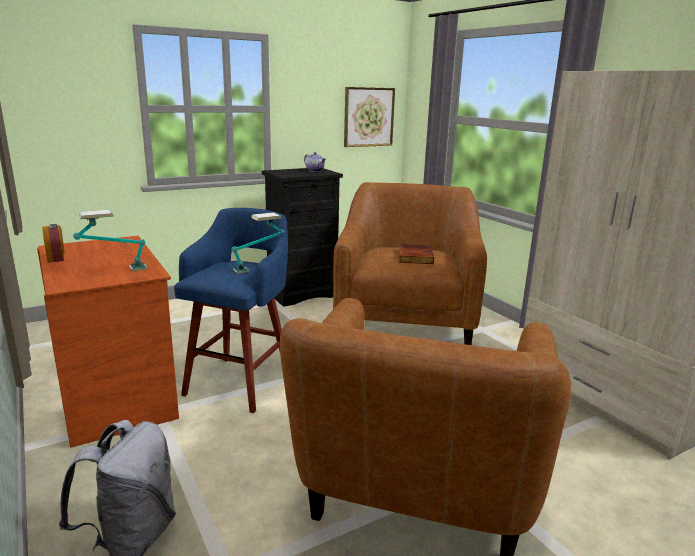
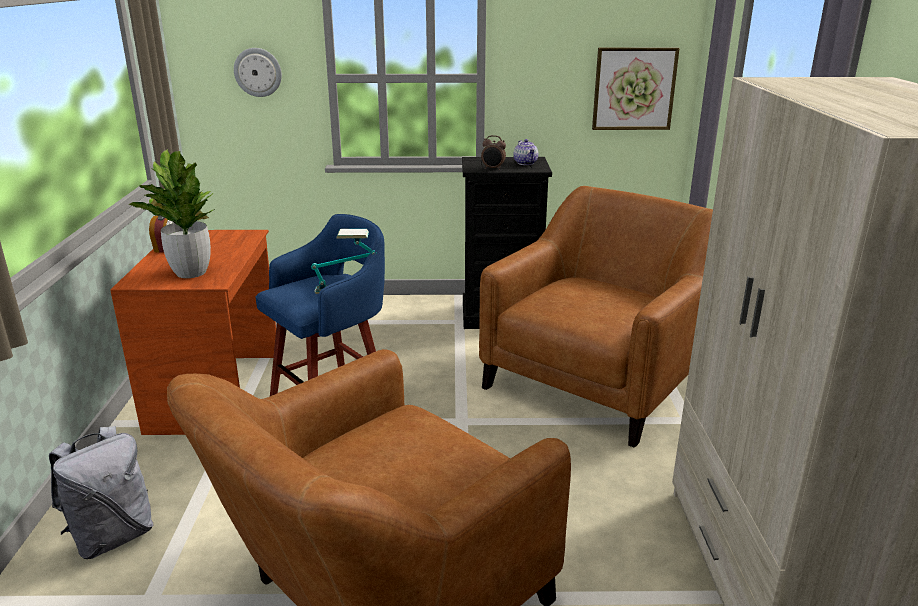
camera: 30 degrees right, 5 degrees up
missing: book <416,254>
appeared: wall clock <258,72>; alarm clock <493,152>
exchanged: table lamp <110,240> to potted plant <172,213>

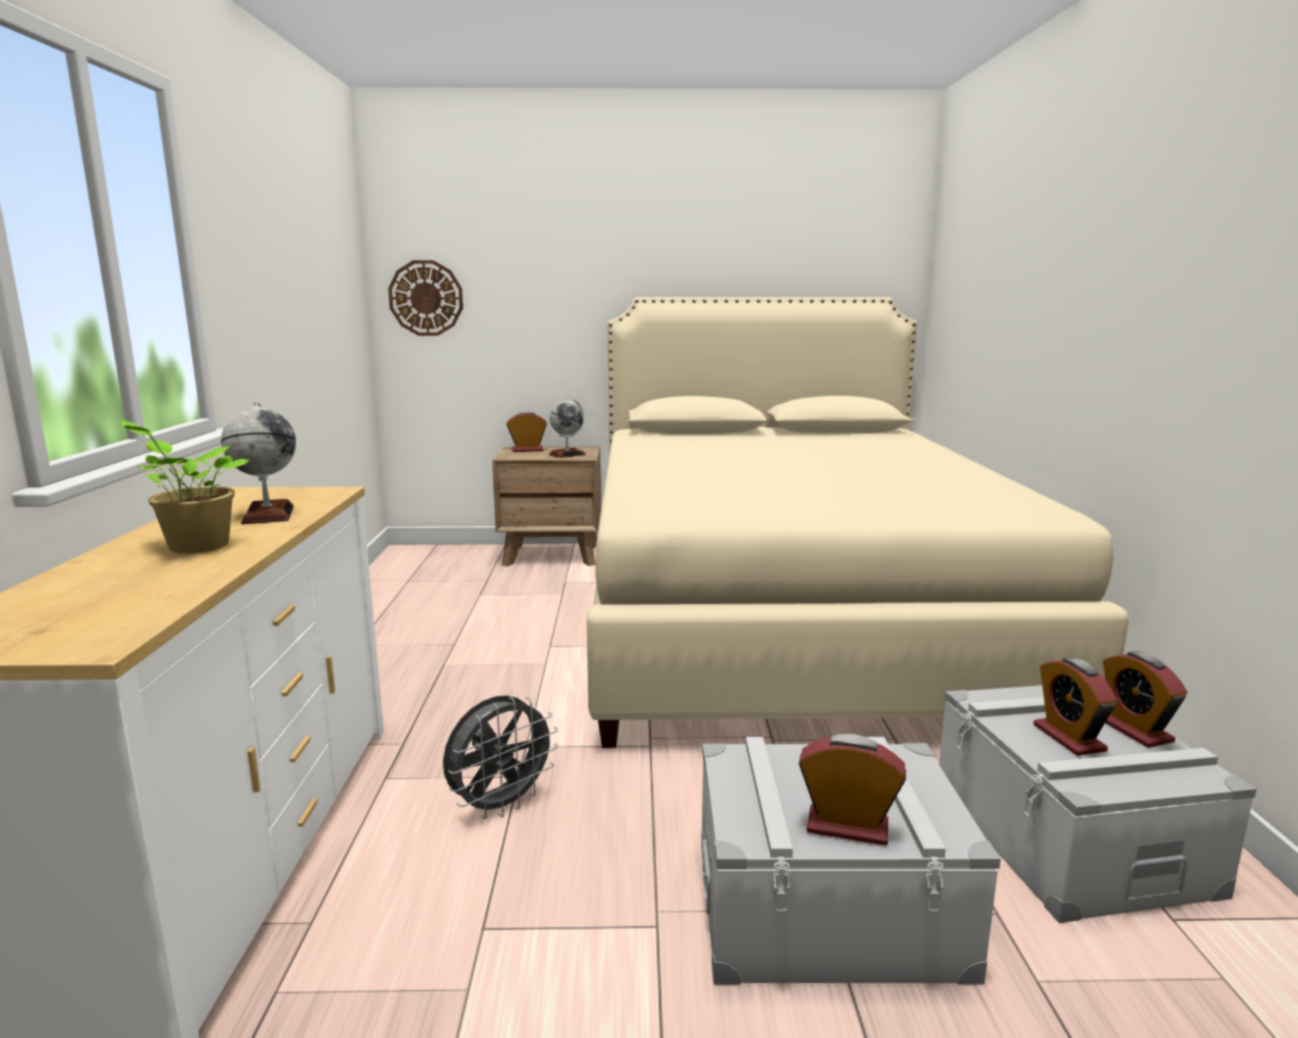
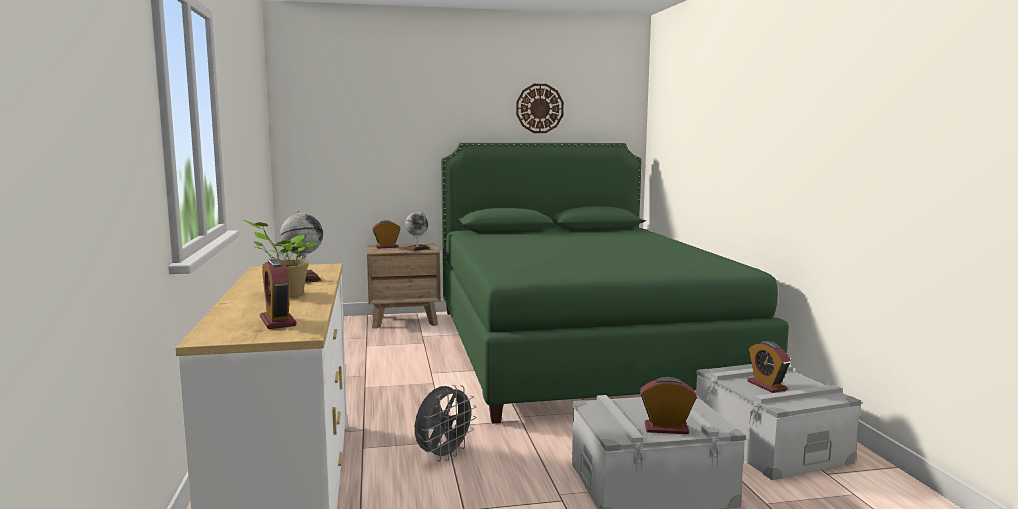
camera: 10 degrees left, 5 degrees down
relocated: wall clock <425,298> to <540,108>; alarm clock <1145,699> to <278,294>
colour: beige bed <858,522> to green bed <615,283>

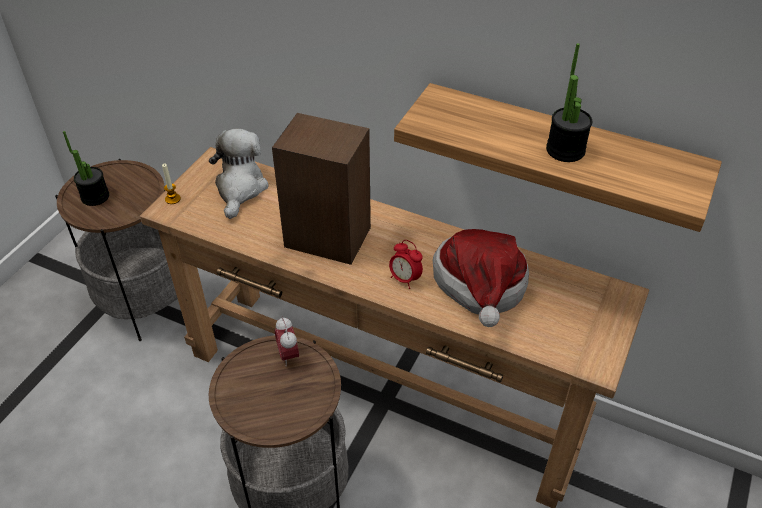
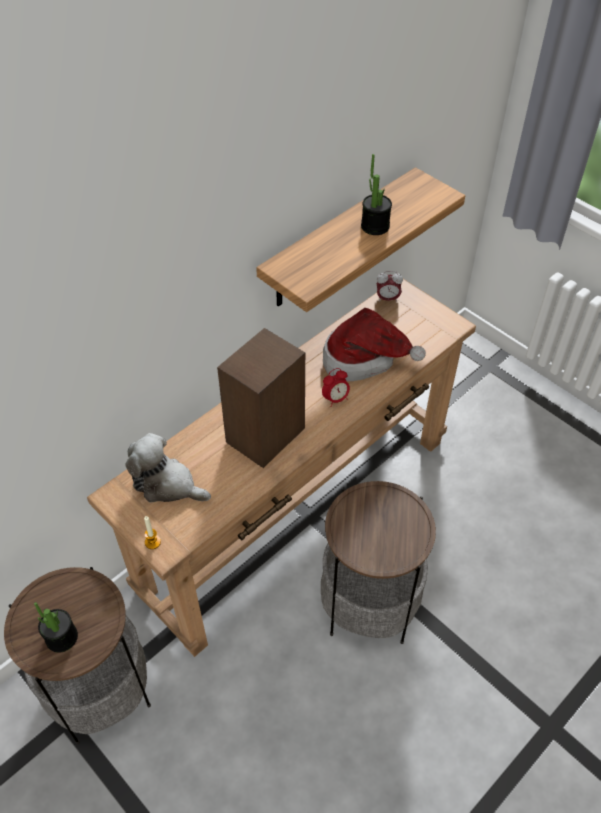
camera: 70 degrees left, 5 degrees up
relocated: alarm clock <287,342> to <390,286>

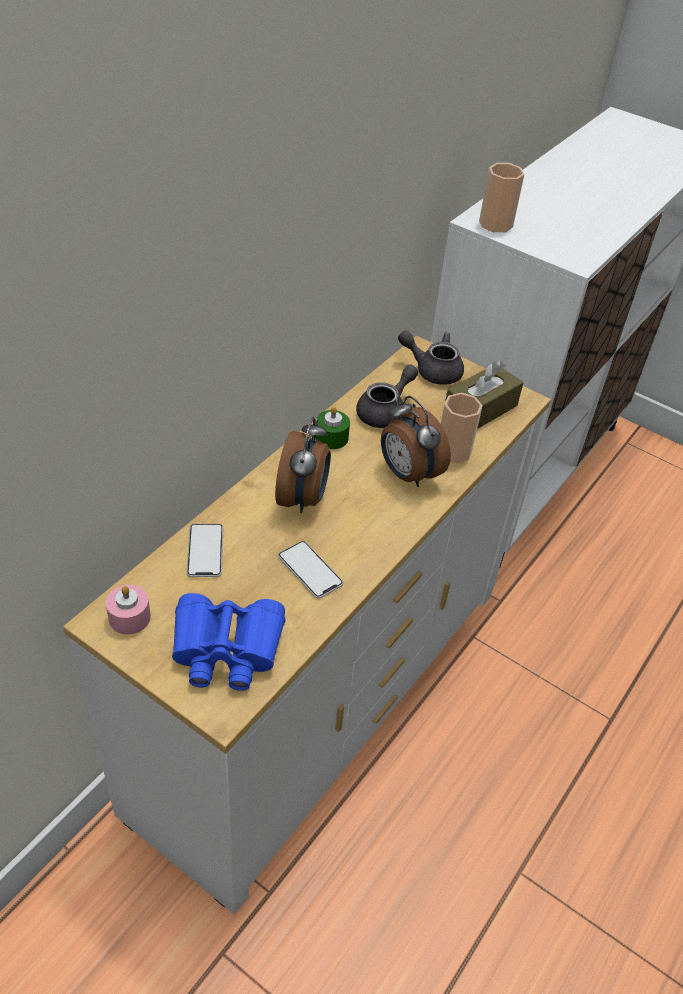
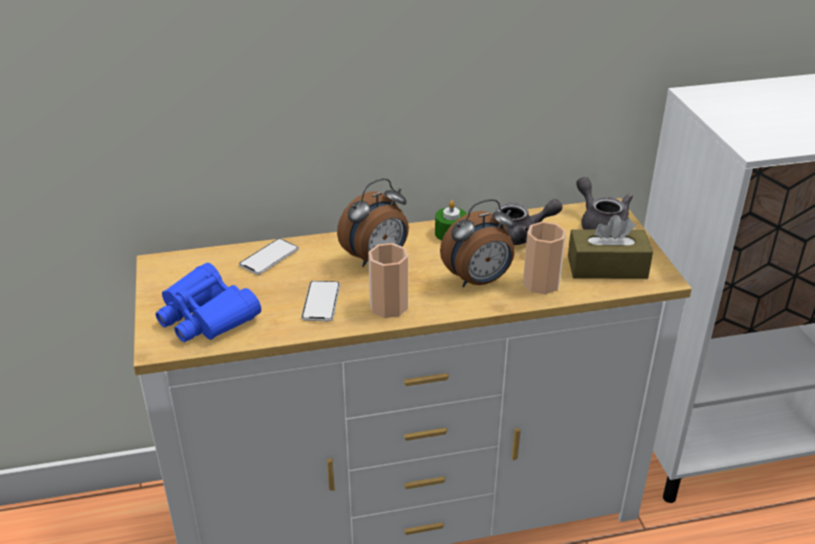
camera: 45 degrees right, 10 degrees down
missing: pink candle <128,610>
relocated: cup <501,197> to <388,280>
spun: alarm clock <416,441> = <477,243> 120 degrees counterclockwise

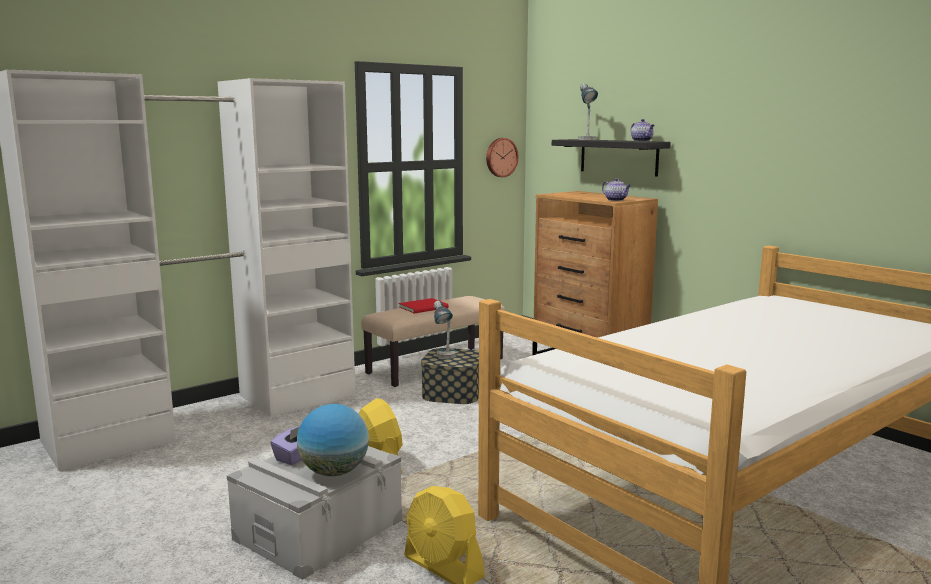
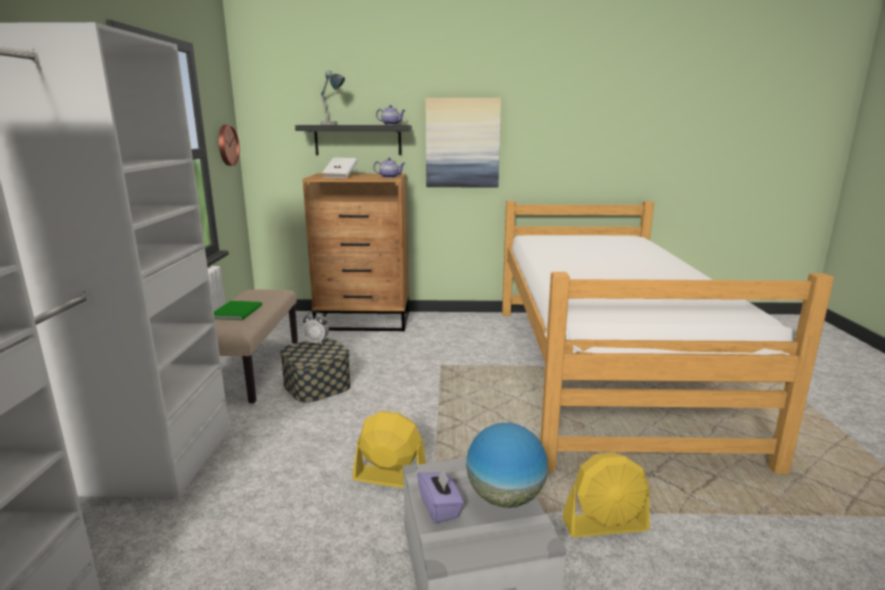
camera: 50 degrees left, 5 degrees up
missing: table lamp <445,330>
appeared: alarm clock <316,327>; white book <339,167>; picture <463,142>
colour: red book <424,305> to green book <238,310>

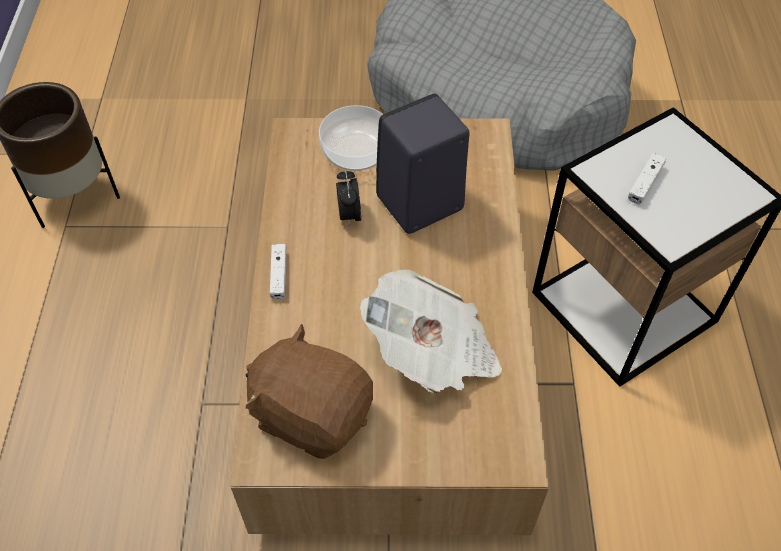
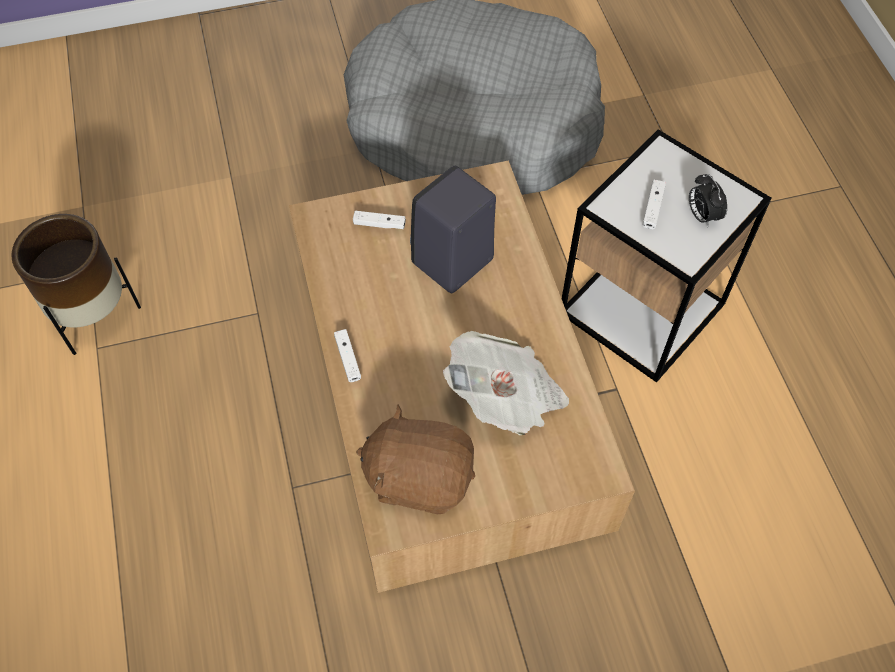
camera: 15 degrees left, 5 degrees up
relocated: alarm clock <348,198> to <708,200>
exchanged: bowl <351,138> to white game controller <379,220>

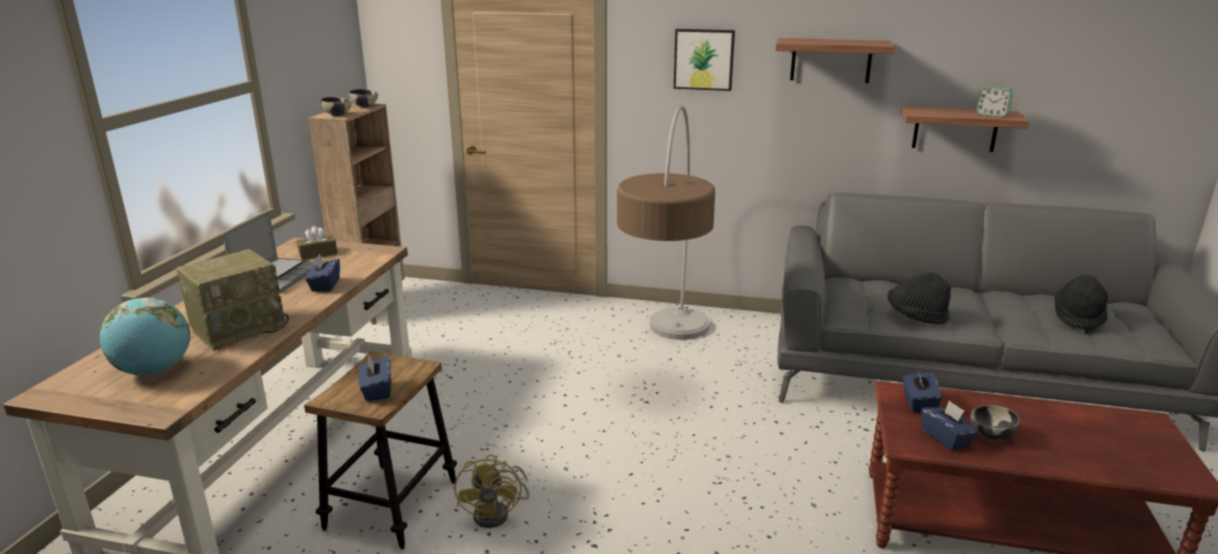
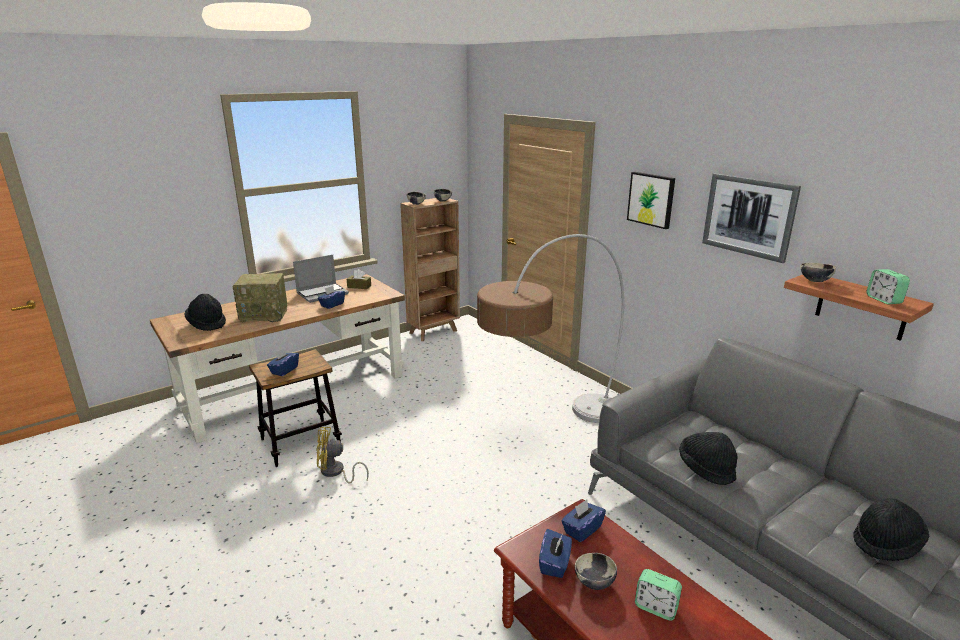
camera: 40 degrees right, 0 degrees up
appeared: alarm clock <658,595>; bowl <818,272>
exchanged: globe <145,337> to black hat <205,312>; shelf <835,60> to picture <751,218>
spun: yellow fan <491,491> = <342,455> 45 degrees clockwise

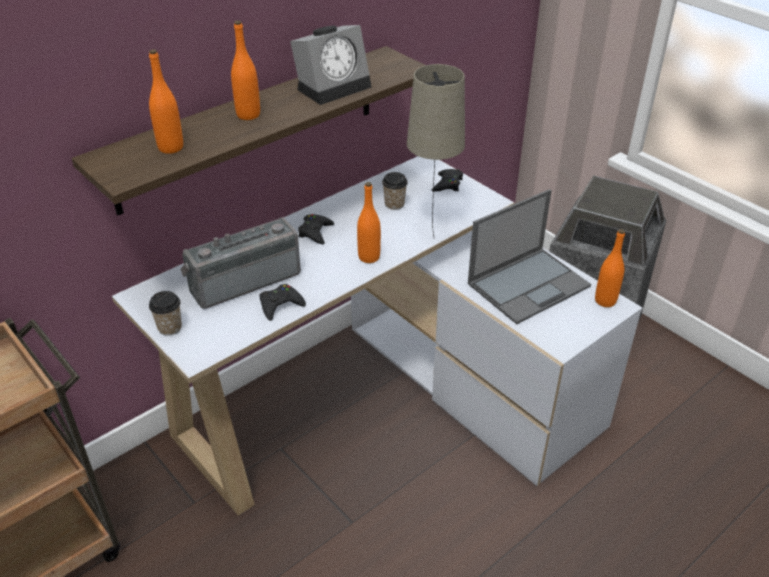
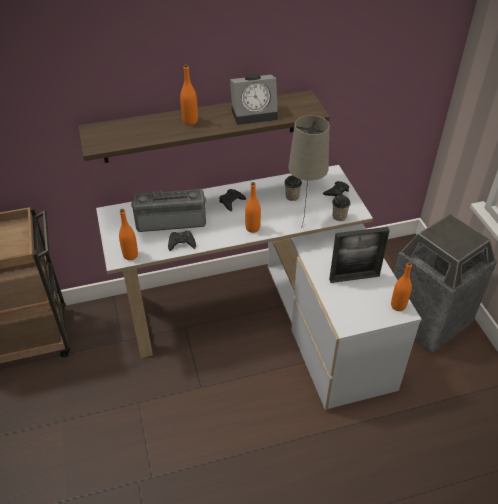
camera: 25 degrees right, 5 degrees up
relocated: orange bottle <166,101> to <128,234>; cup <165,313> to <341,208>
exchanged: laptop <529,256> to picture frame <359,255>

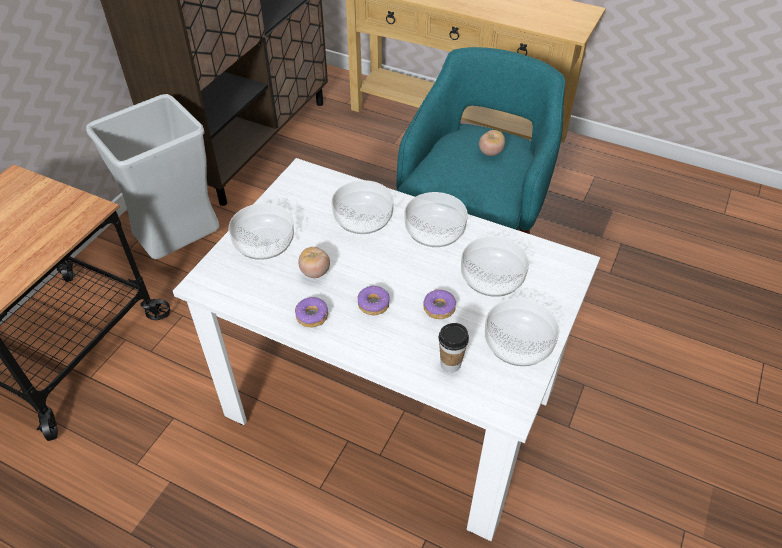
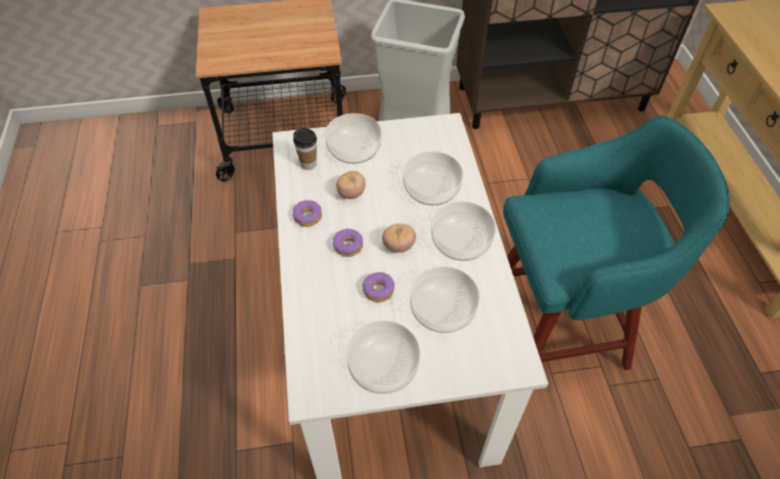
camera: 55 degrees right, 5 degrees up
relocated: cup <453,347> to <305,149>; tomato <492,143> to <399,238>

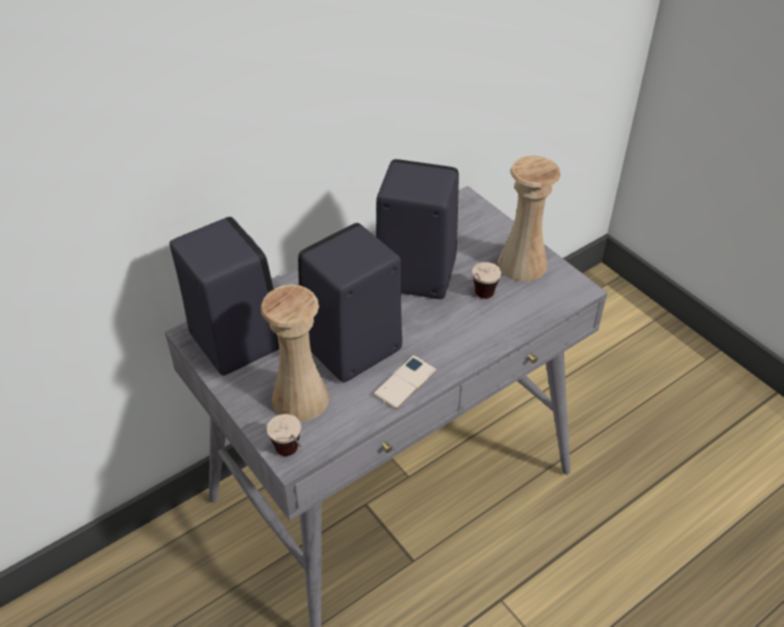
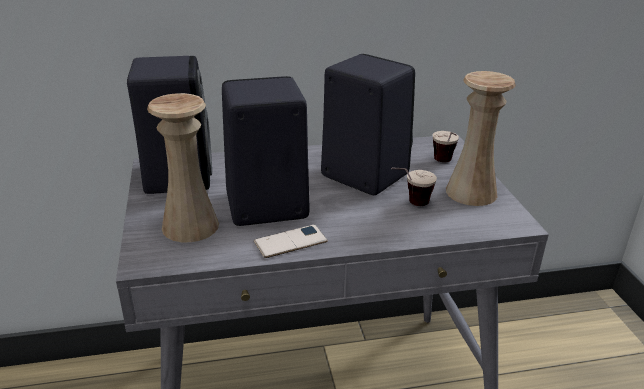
camera: 25 degrees right, 15 degrees down
relocated: cup <284,435> to <446,146>

